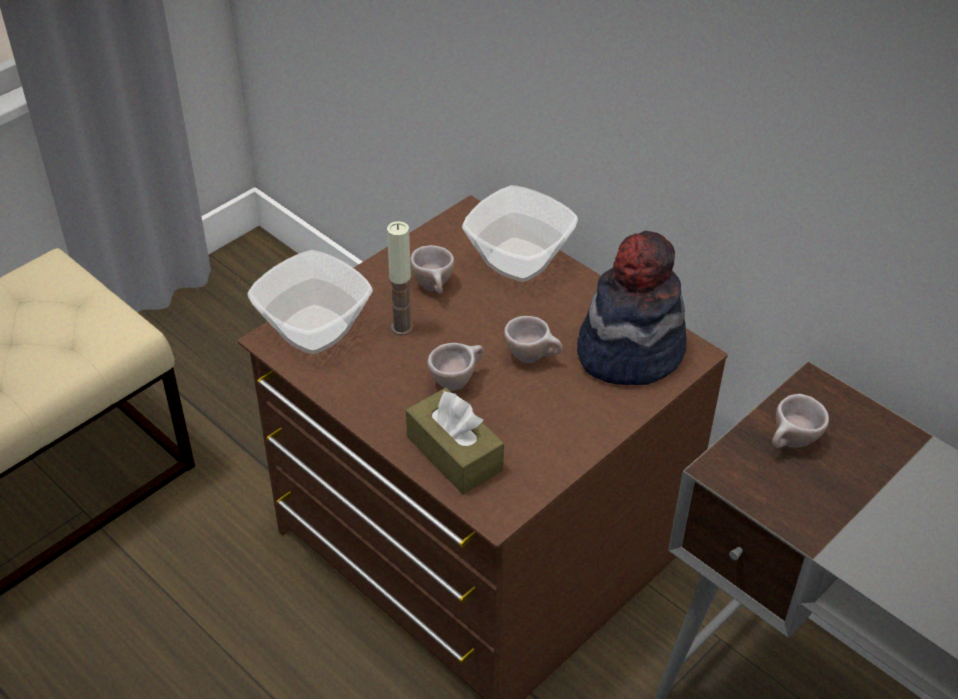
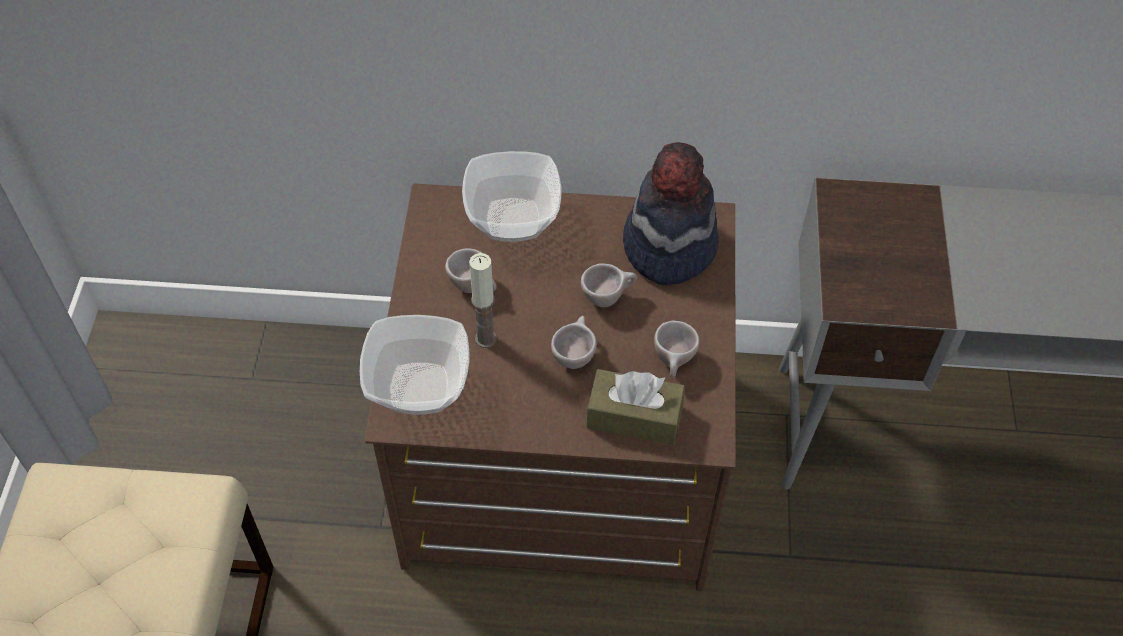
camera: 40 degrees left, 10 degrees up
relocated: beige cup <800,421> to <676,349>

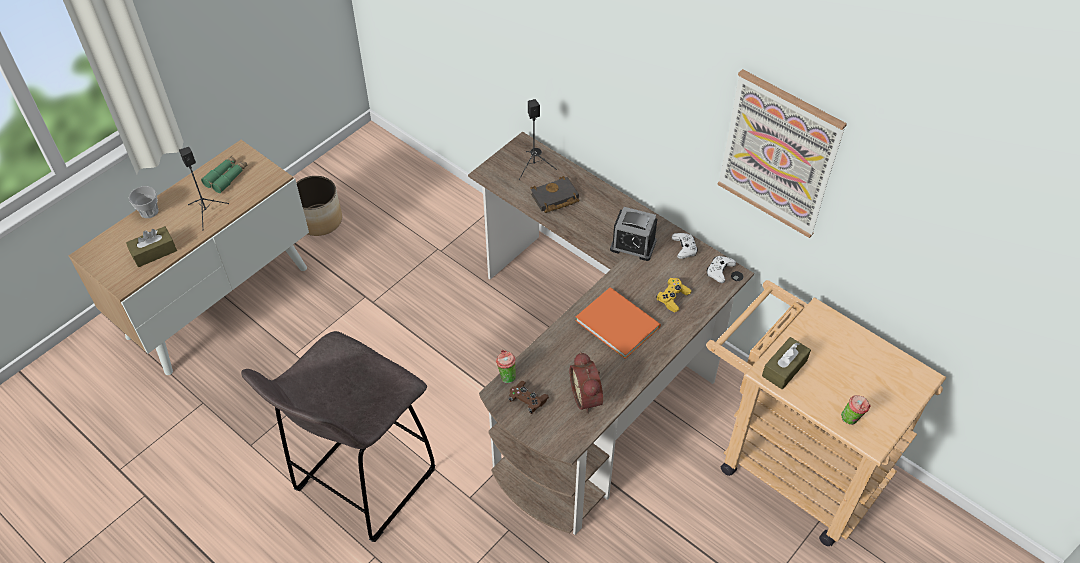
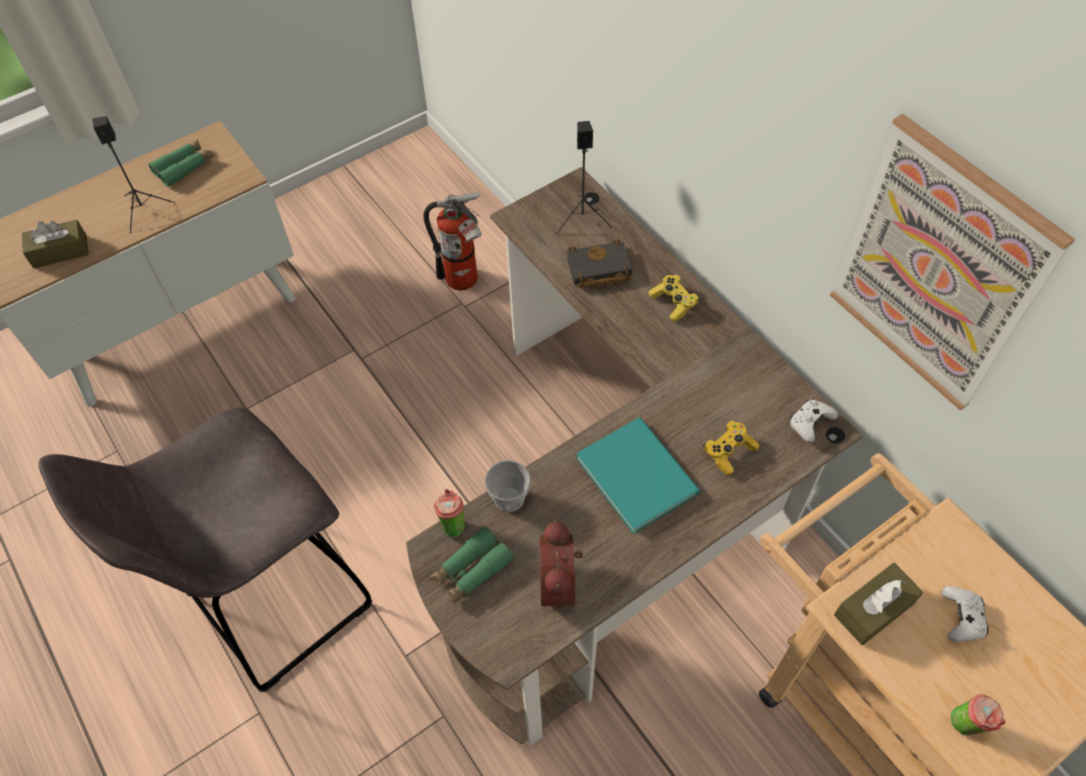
camera: 15 degrees right, 5 degrees up
missing: planter <319,206>; alarm clock <633,234>
appeared: fire extinguisher <453,241>; yellow game controller <674,298>
relocated: cup <144,202> to <508,486>; white game controller <684,246> to <964,614>
exchanged: brown game controller <528,397> to green binoculars <472,565>
colour: orange book <618,323> to turquoise book <638,475>

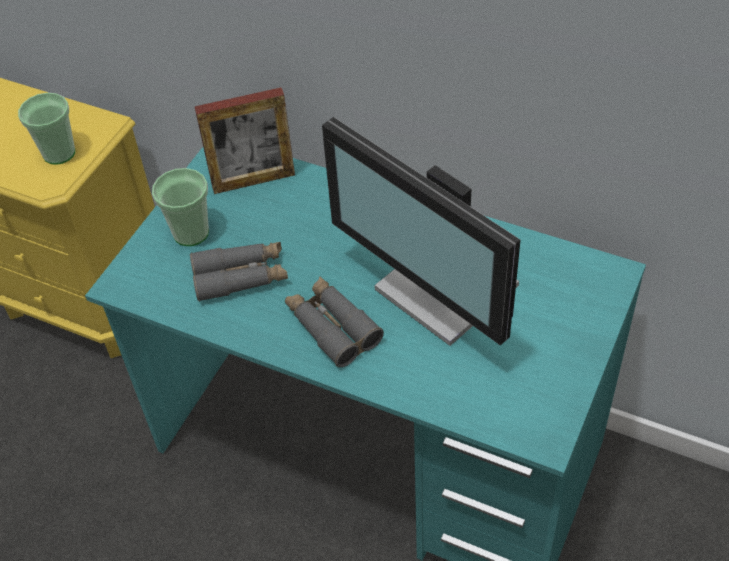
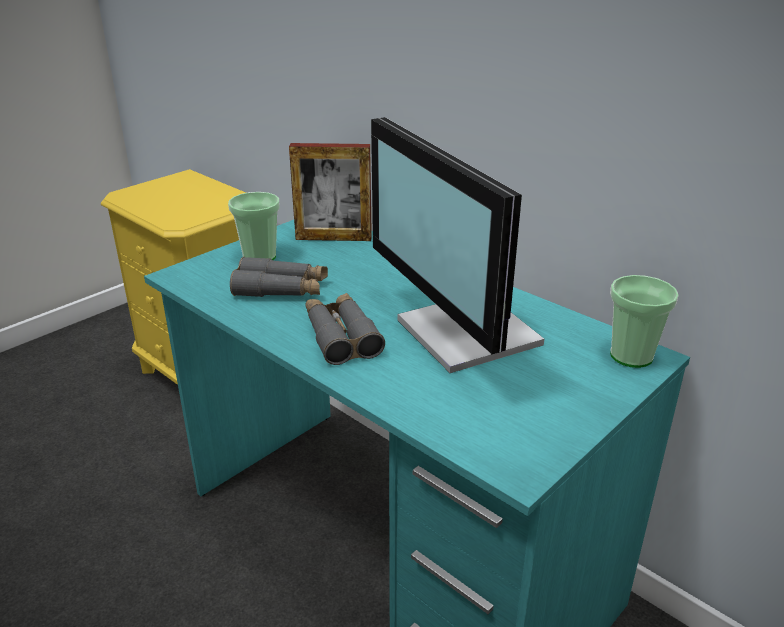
camera: 15 degrees right, 20 degrees down
relocated: cup <46,129> to <644,321>

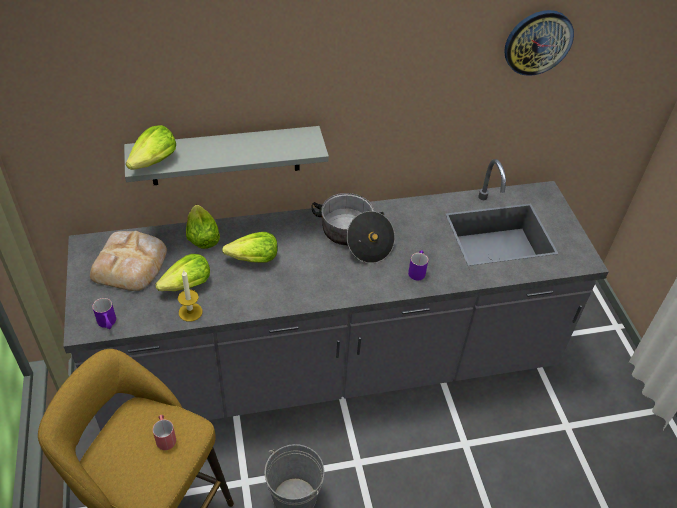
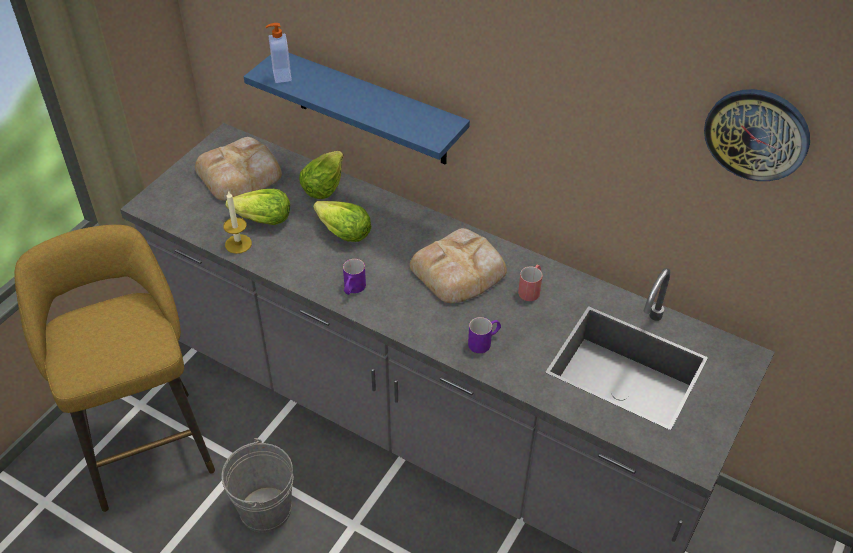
camera: 45 degrees right, 0 degrees up
relocated: purple mug <104,313> to <354,277>; red mug <164,432> to <530,283>
exchanged: lettuce <151,147> to soap dispenser <279,53>; cooking pot <353,228> to bread <458,265>
colour: grey shelf <226,155> to blue shelf <357,109>

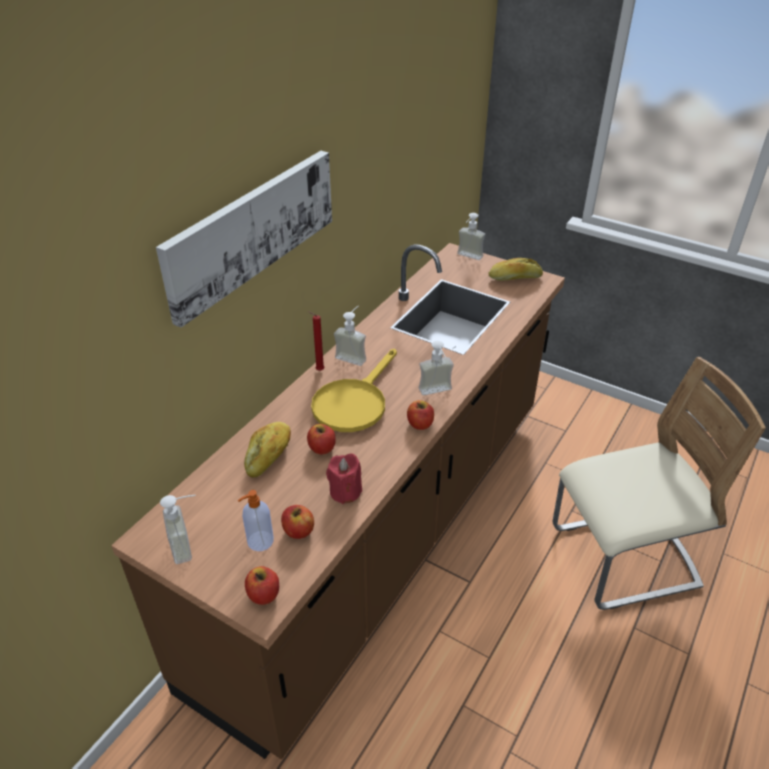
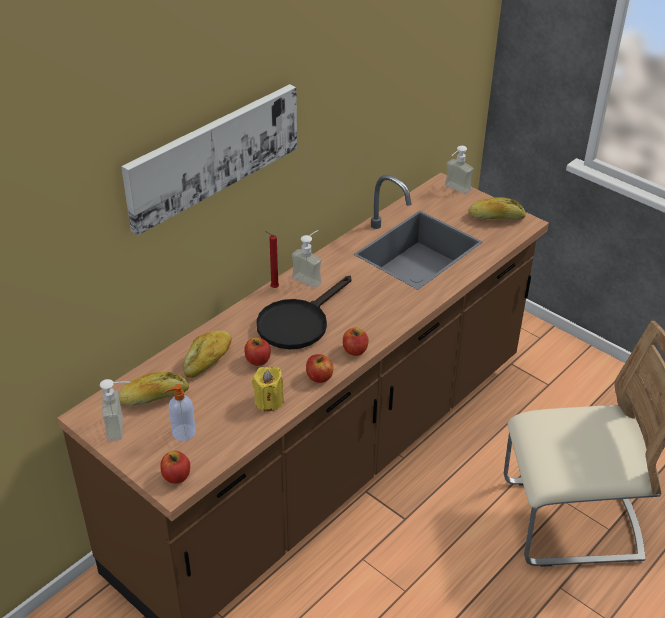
camera: 10 degrees right, 0 degrees up
missing: soap dispenser <436,368>
appeared: bread <154,389>
relocated: apple <297,522> to <319,368>
colour: yellow frying pan <354,390> to black frying pan <304,312>; red candle <344,479> to yellow candle <268,389>

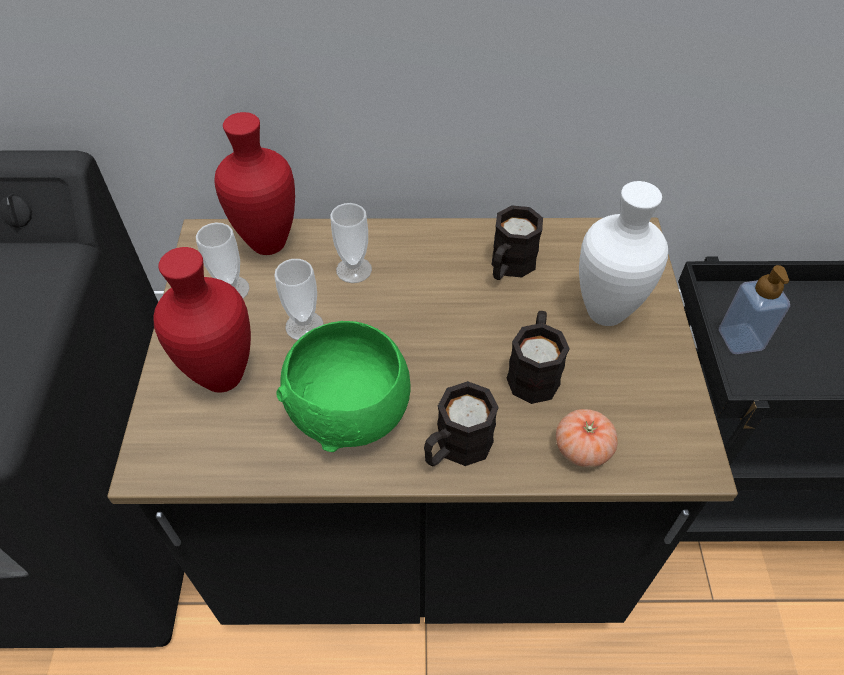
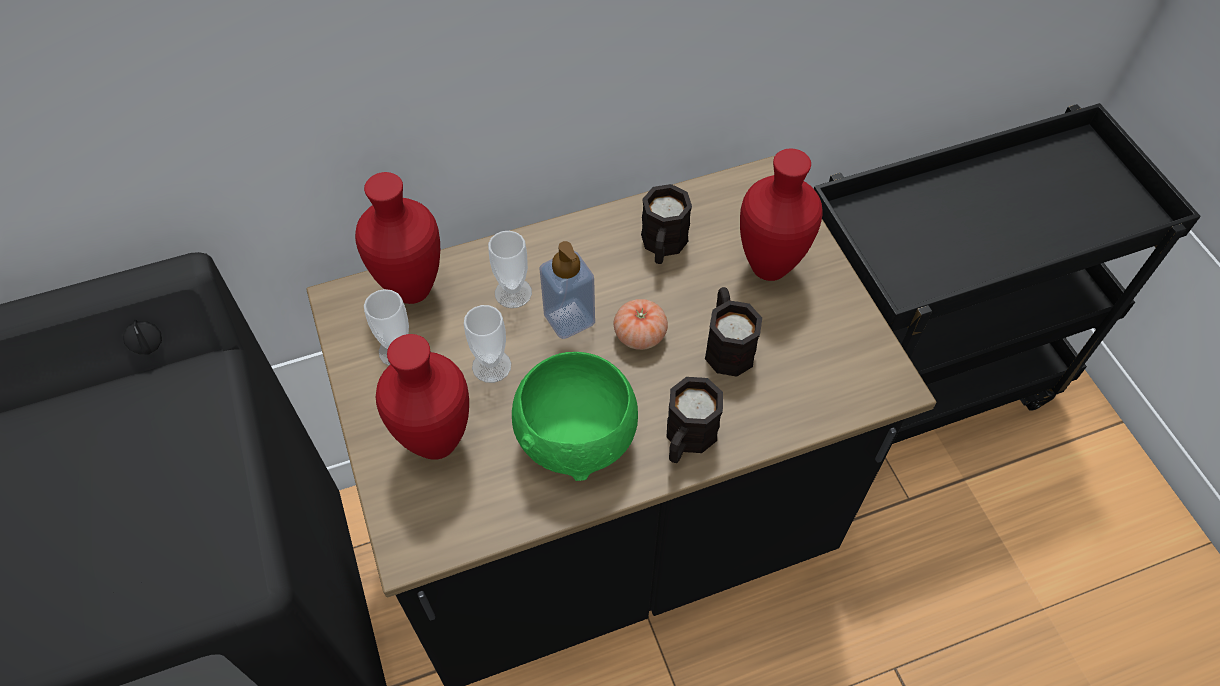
camera: 20 degrees left, 5 degrees up
relocated: tomato <587,438> to <640,324>; soap dispenser <754,309> to <567,290>
colour: white vase <623,253> to red vase <781,214>

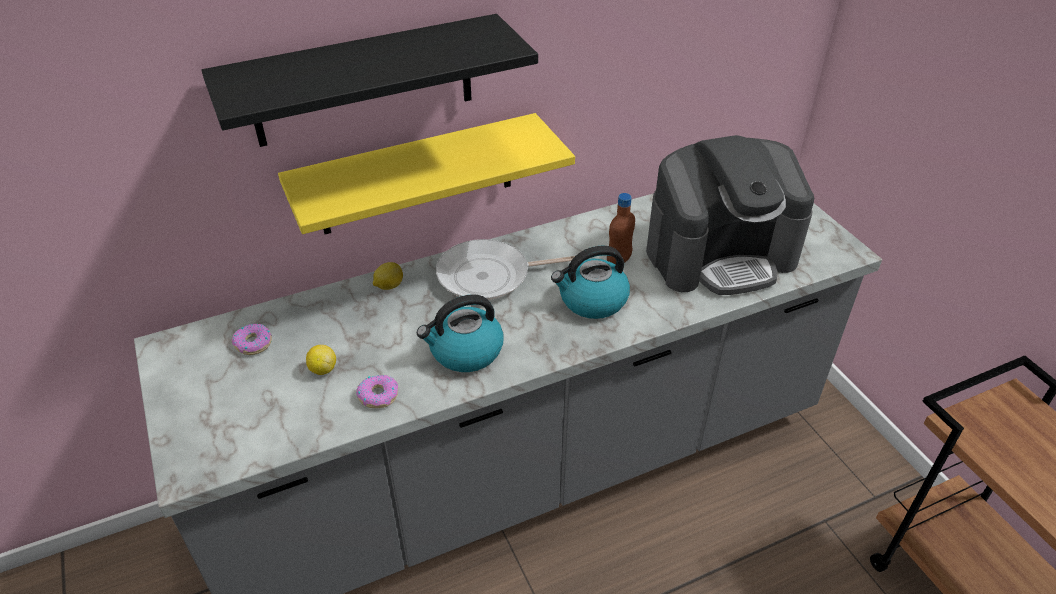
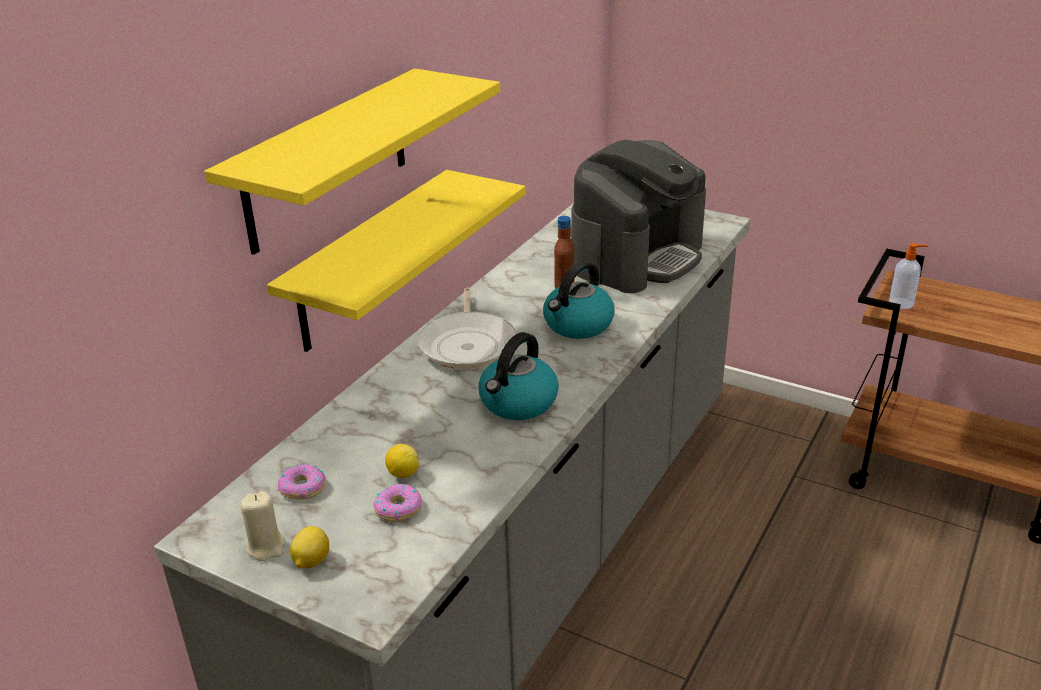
camera: 35 degrees left, 10 degrees down
appeared: beige candle <263,526>; soap dispenser <908,276>
relocated: donut <377,391> to <397,503>; lemon <388,276> to <309,547>
colour: black shelf <369,80> to yellow shelf <352,162>
spun: frying pan <505,269> = <466,328> 45 degrees counterclockwise

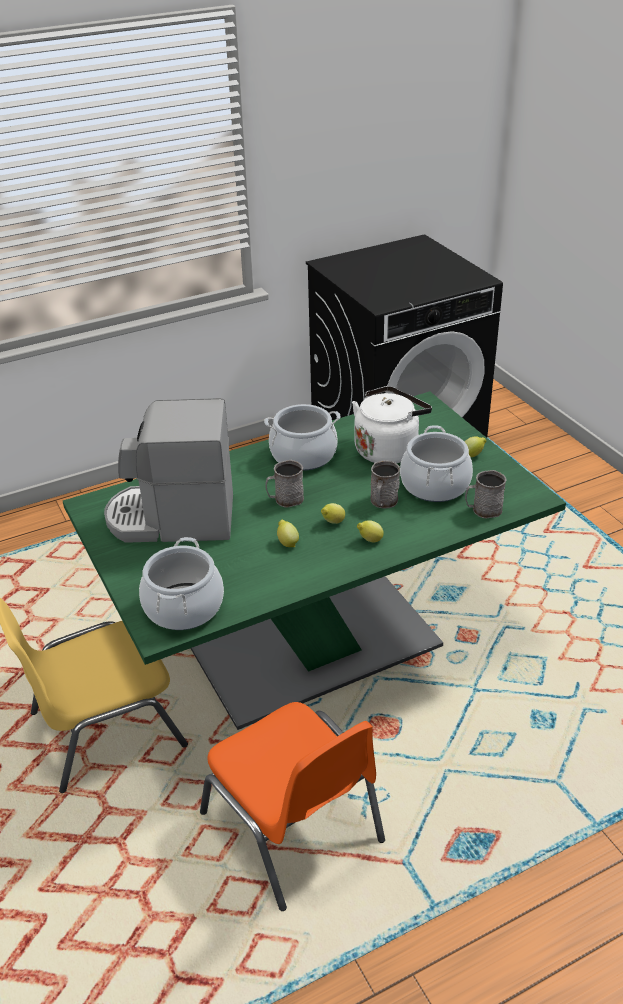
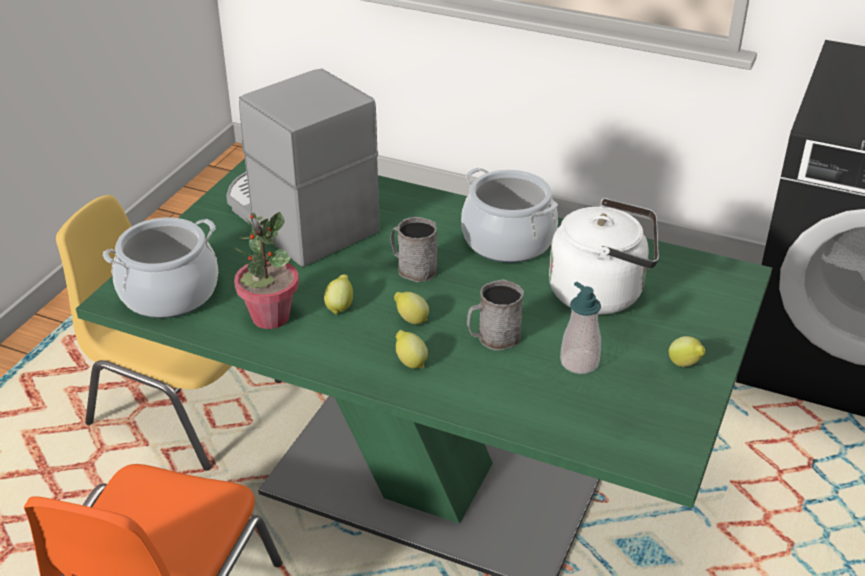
camera: 50 degrees right, 0 degrees up
missing: grey mug <486,494>
appeared: potted plant <266,270>
exchanged: cooking pot <436,463> to soap dispenser <580,328>

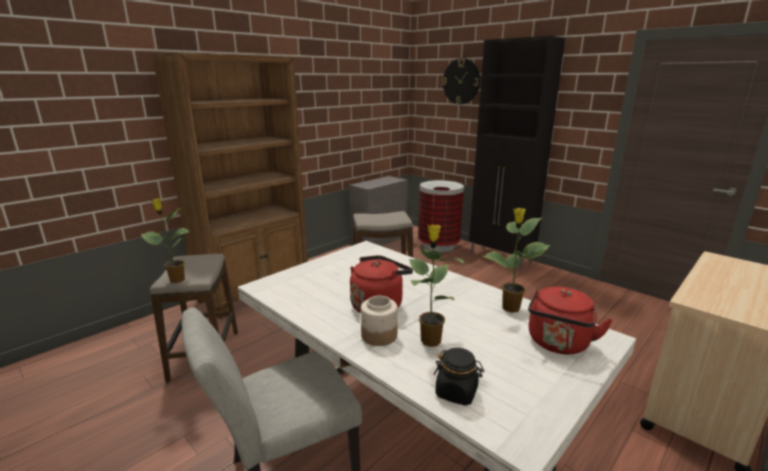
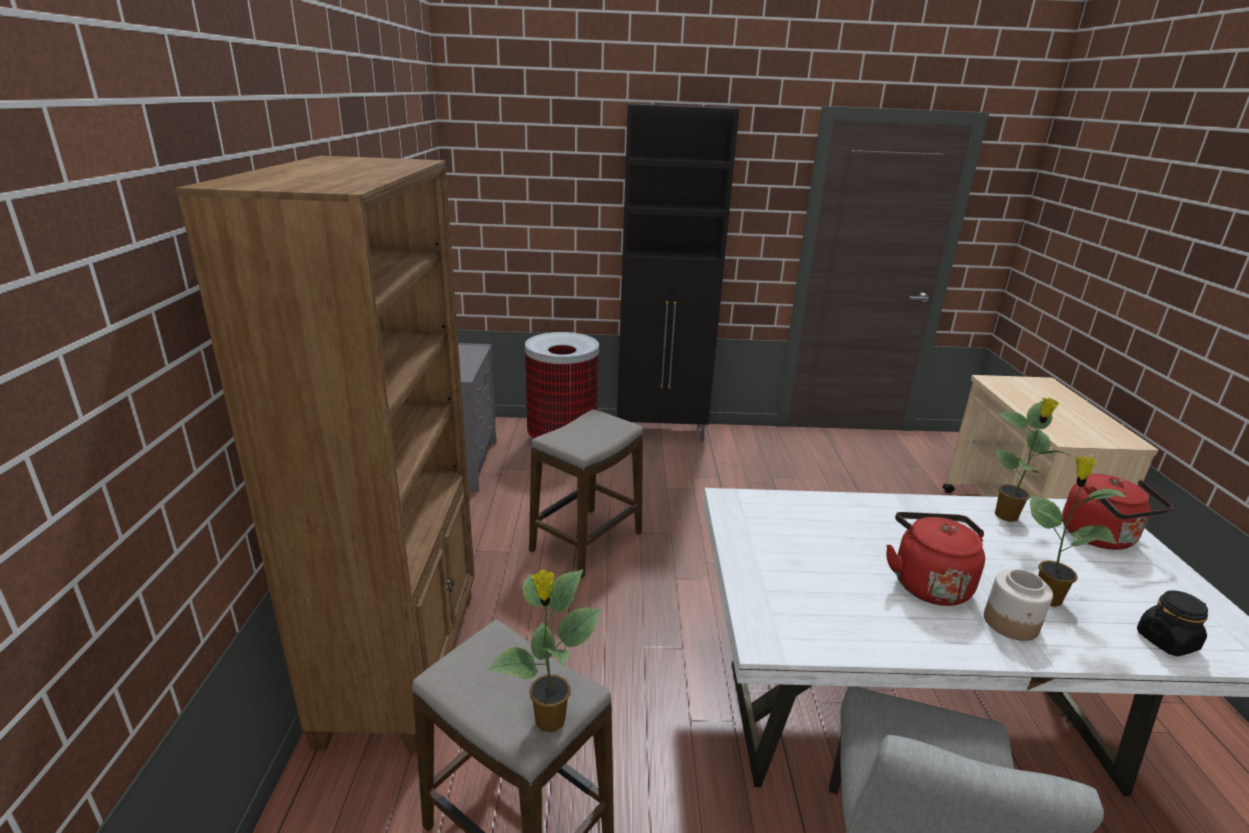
camera: 45 degrees left, 5 degrees up
missing: wall clock <461,81>

